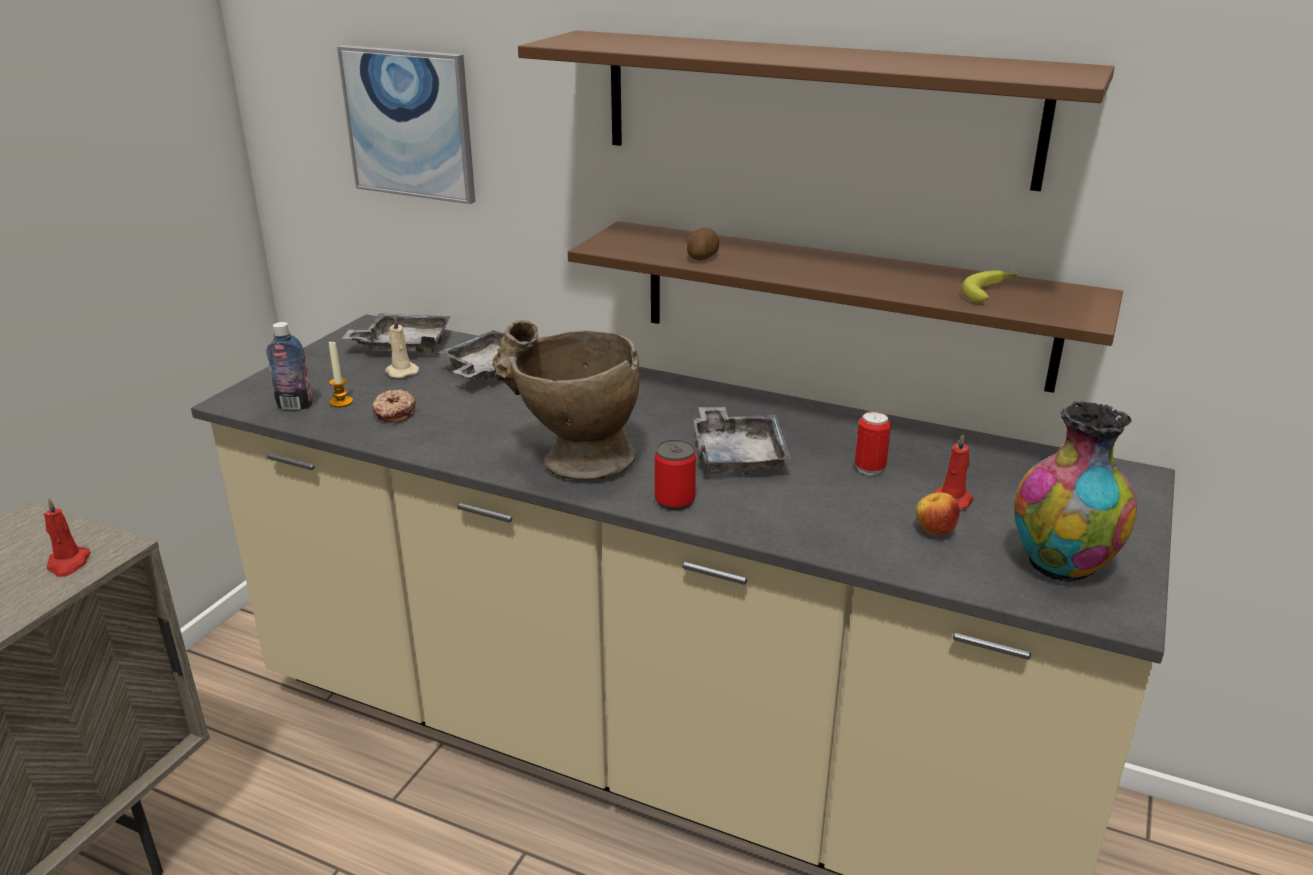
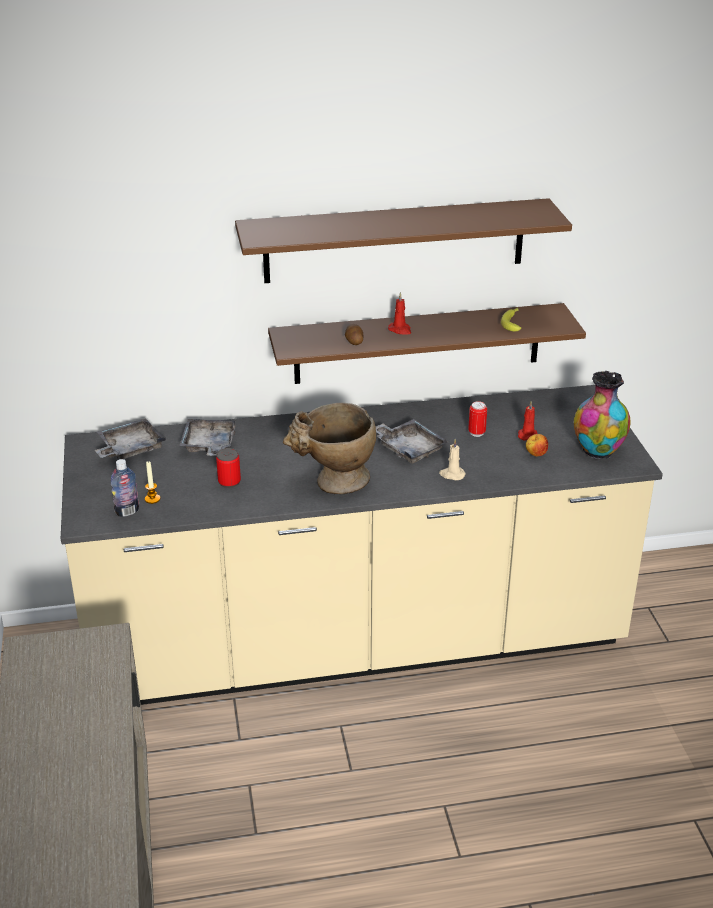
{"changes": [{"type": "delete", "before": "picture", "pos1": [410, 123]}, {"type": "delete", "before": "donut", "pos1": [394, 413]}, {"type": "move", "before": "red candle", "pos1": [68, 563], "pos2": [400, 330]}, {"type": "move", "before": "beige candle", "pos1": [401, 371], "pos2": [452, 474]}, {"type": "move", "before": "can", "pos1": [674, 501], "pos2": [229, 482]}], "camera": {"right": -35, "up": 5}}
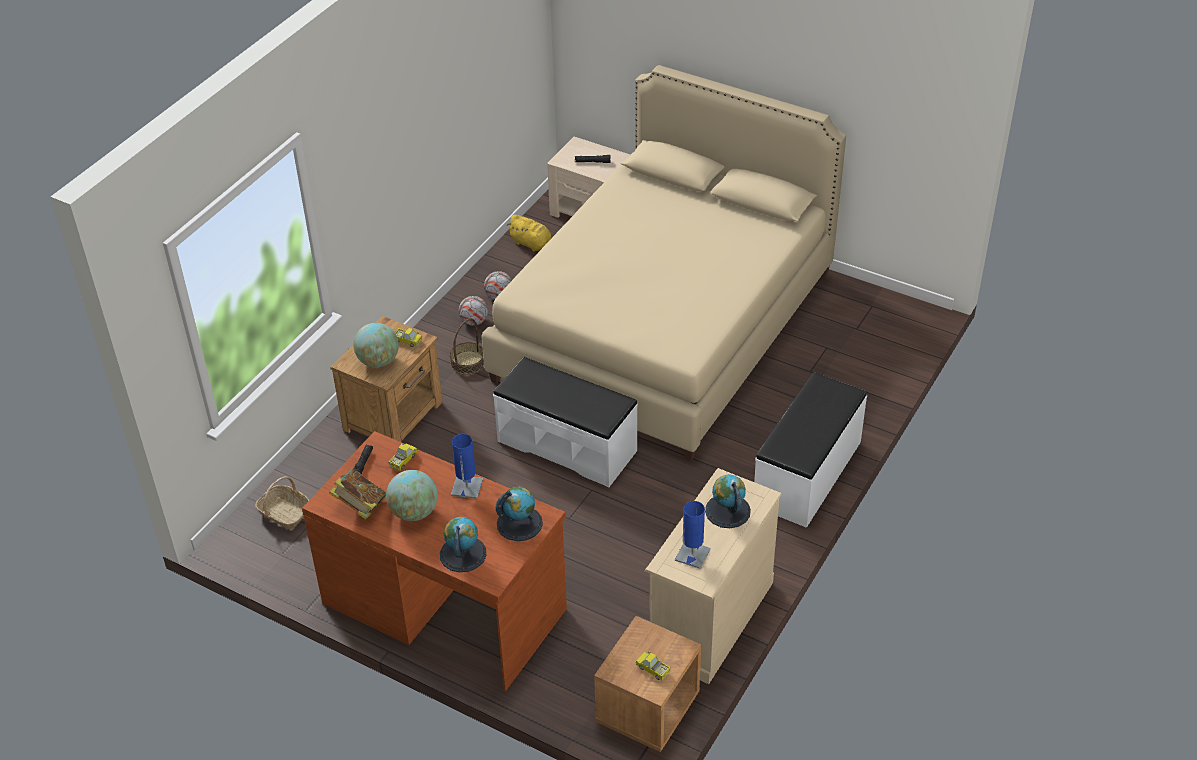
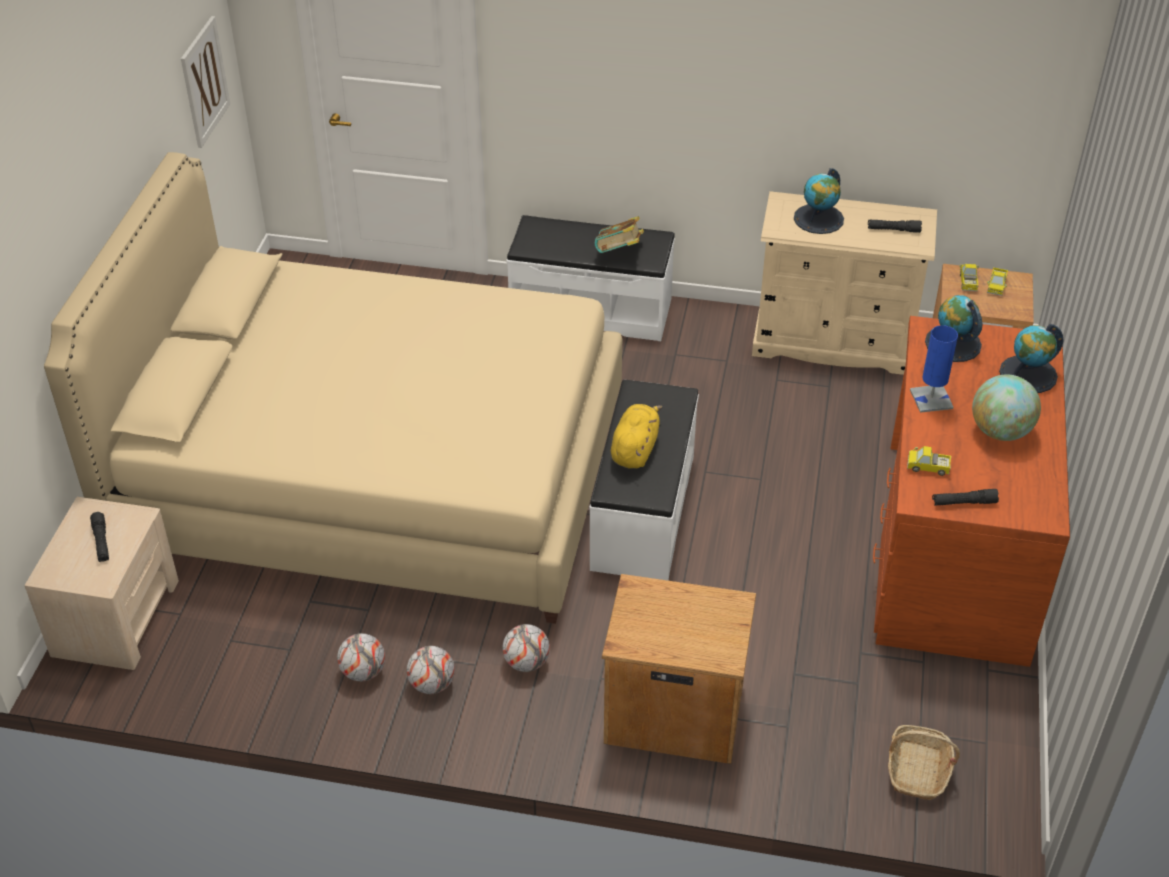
{"changes": [{"type": "delete", "before": "globe", "pos1": [378, 361]}, {"type": "insert", "after": "picture", "pos2": [204, 82]}, {"type": "move", "before": "book", "pos1": [360, 506], "pos2": [619, 253]}, {"type": "move", "before": "toy truck", "pos1": [407, 341], "pos2": [968, 282]}, {"type": "move", "before": "yellow plush toy", "pos1": [532, 244], "pos2": [635, 449]}, {"type": "replace", "before": "basket", "after": "football", "pos1": [467, 362], "pos2": [526, 663]}, {"type": "replace", "before": "blue table lamp", "after": "black flashlight", "pos1": [692, 555], "pos2": [893, 230]}], "camera": {"right": -110, "up": 0}}
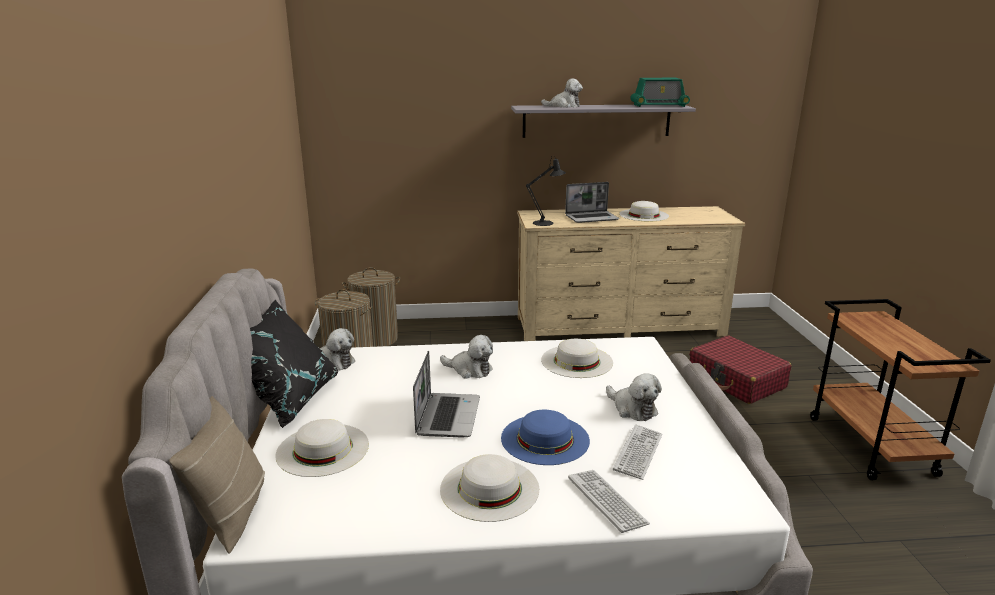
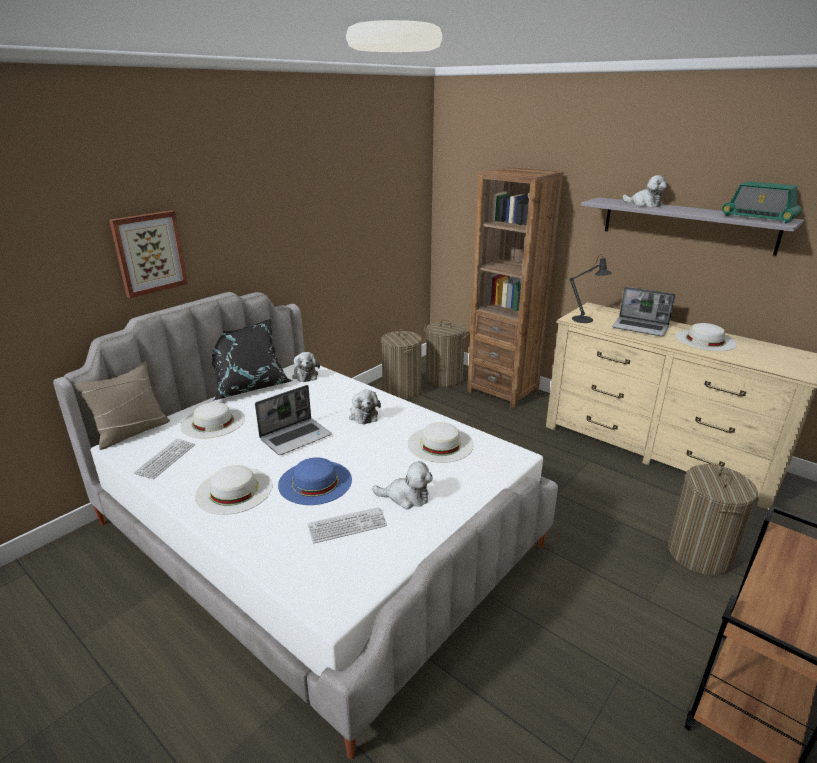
{"changes": [{"type": "insert", "after": "picture", "pos2": [149, 253]}, {"type": "insert", "after": "brown bookcase", "pos2": [502, 391]}, {"type": "move", "before": "keyboard", "pos1": [607, 501], "pos2": [166, 459]}, {"type": "replace", "before": "red suitcase", "after": "laundry basket", "pos1": [736, 380], "pos2": [699, 554]}, {"type": "rotate", "before": "plush toy", "pos1": [632, 409], "pos2": [406, 497], "turn": -90}], "camera": {"right": 45, "up": 5}}
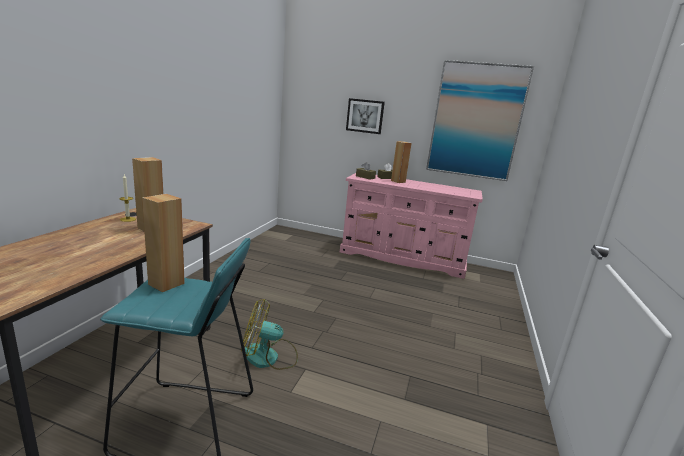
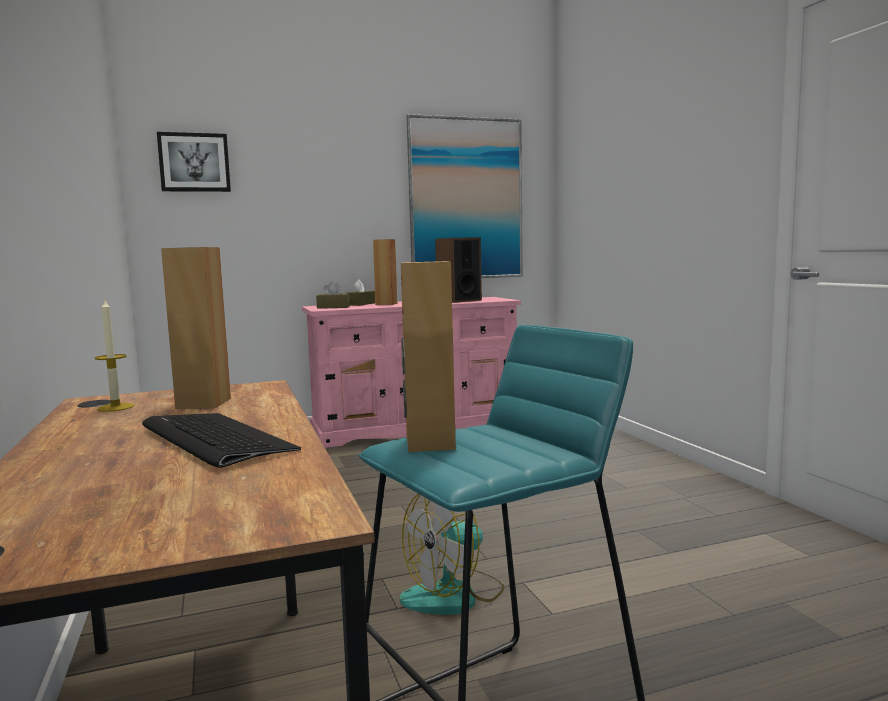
{"changes": [{"type": "insert", "after": "keyboard", "pos2": [215, 440]}, {"type": "insert", "after": "speaker", "pos2": [459, 301]}, {"type": "move", "before": "picture", "pos1": [365, 116], "pos2": [194, 162]}], "camera": {"right": -35, "up": -10}}
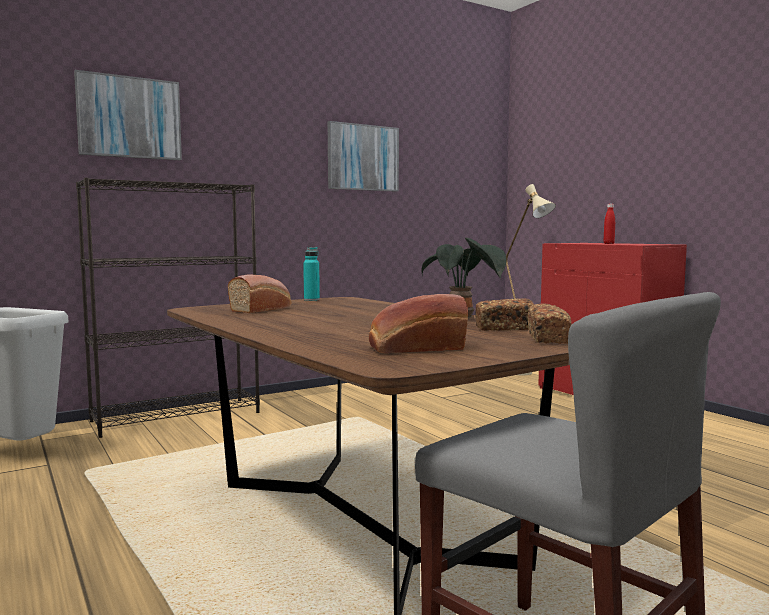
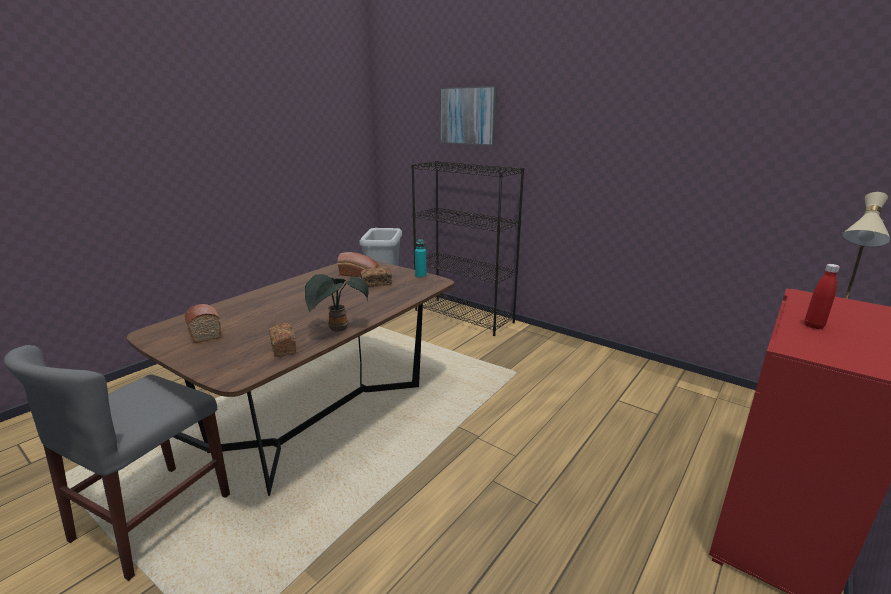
{"changes": [{"type": "delete", "before": "picture", "pos1": [363, 157]}, {"type": "move", "before": "bread", "pos1": [548, 338], "pos2": [376, 284]}], "camera": {"right": 70, "up": 15}}
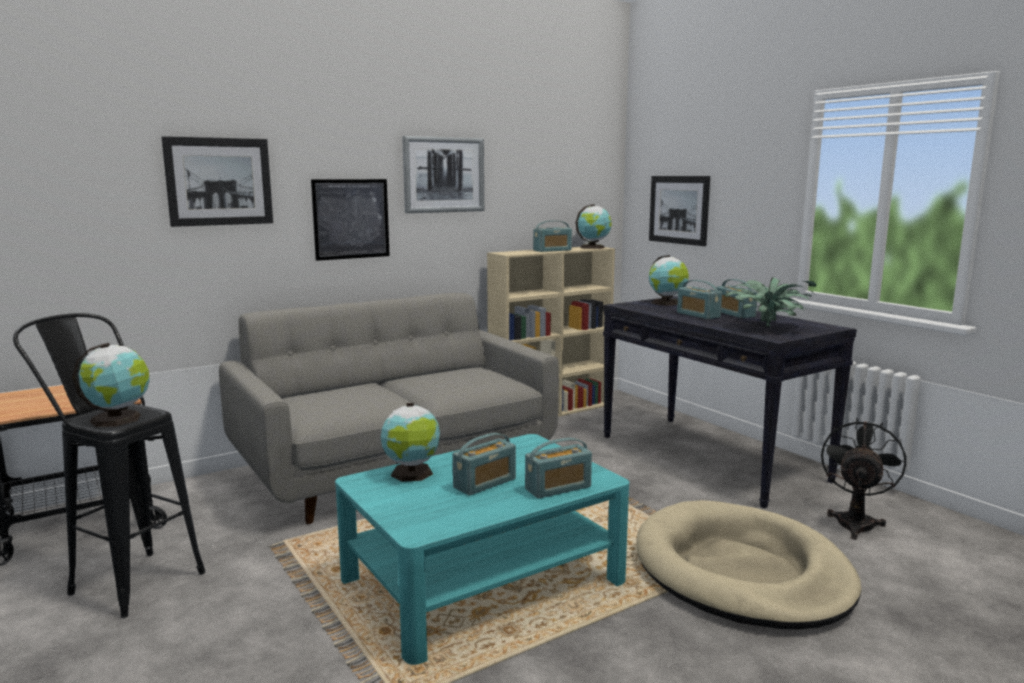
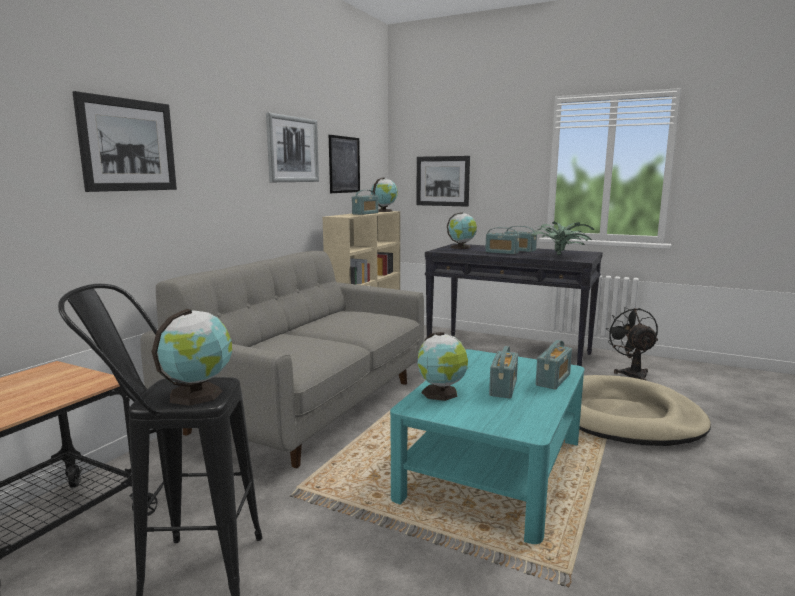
{"changes": [{"type": "move", "before": "picture", "pos1": [351, 219], "pos2": [344, 164]}], "camera": {"right": -30, "up": 0}}
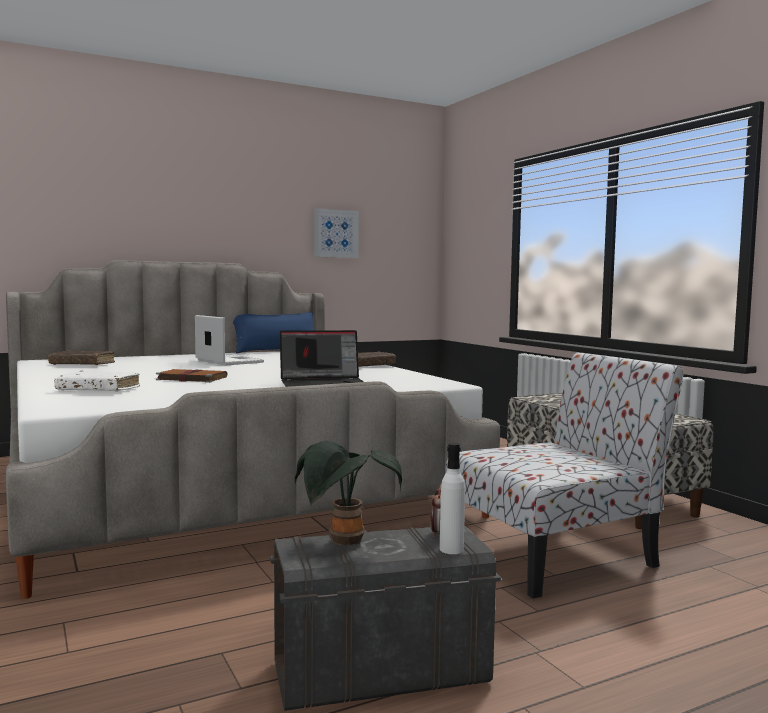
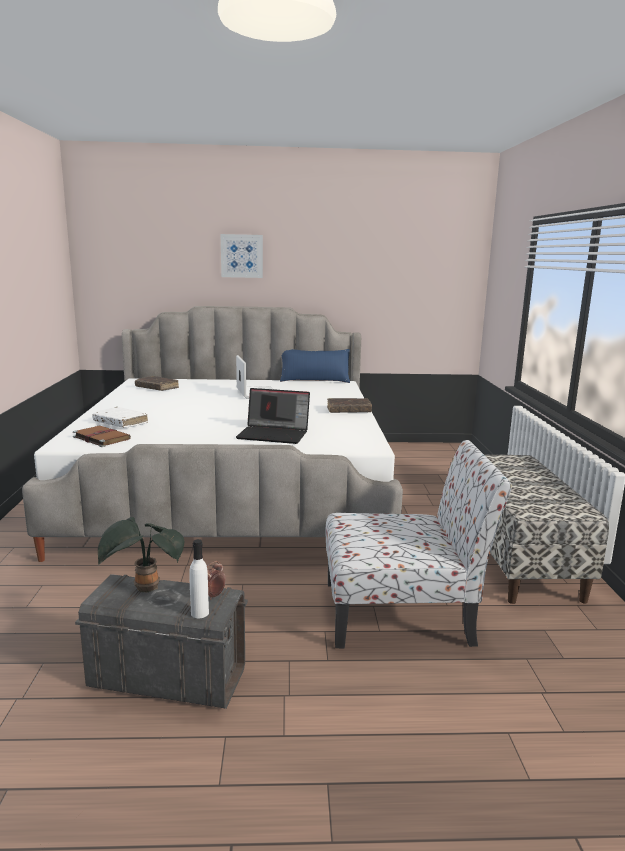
{"changes": [{"type": "move", "before": "brown book", "pos1": [190, 378], "pos2": [101, 438]}, {"type": "move", "before": "picture", "pos1": [336, 233], "pos2": [242, 256]}], "camera": {"right": 25, "up": 10}}
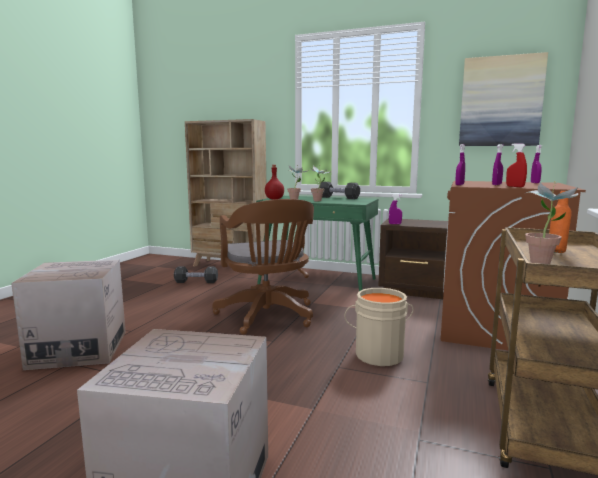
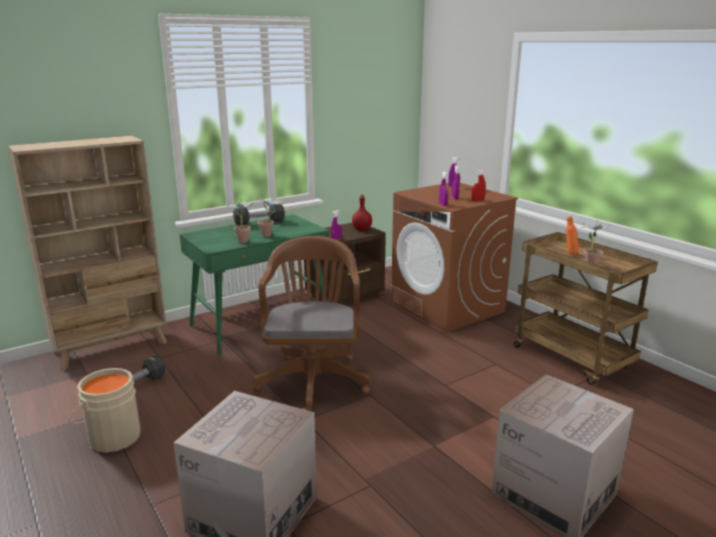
{"changes": [{"type": "delete", "before": "picture", "pos1": [501, 101]}, {"type": "move", "before": "red bottle", "pos1": [274, 199], "pos2": [361, 229]}, {"type": "move", "before": "beige bucket", "pos1": [378, 354], "pos2": [113, 436]}, {"type": "rotate", "before": "brown office chair", "pos1": [268, 317], "pos2": [313, 379], "turn": -105}], "camera": {"right": -55, "up": 10}}
